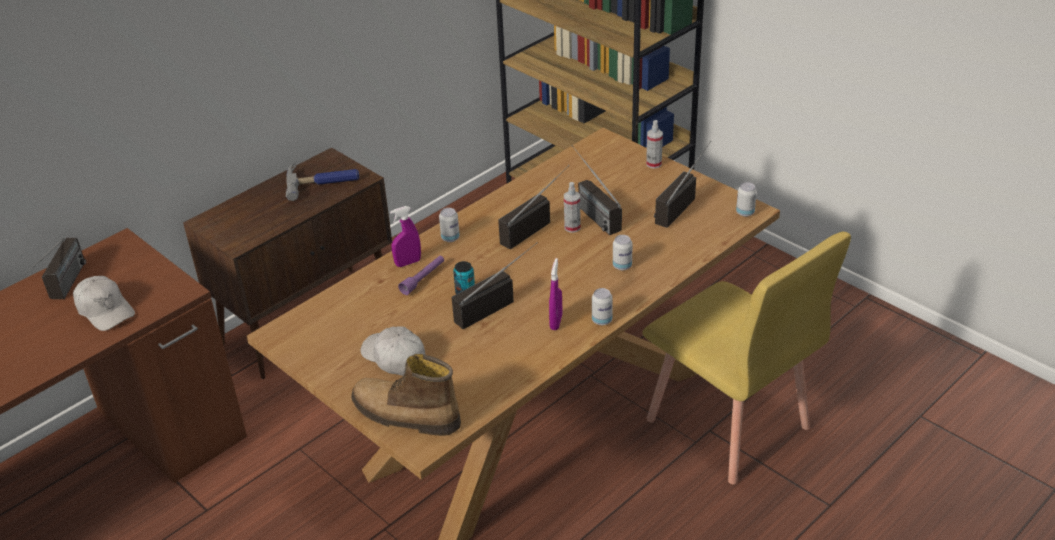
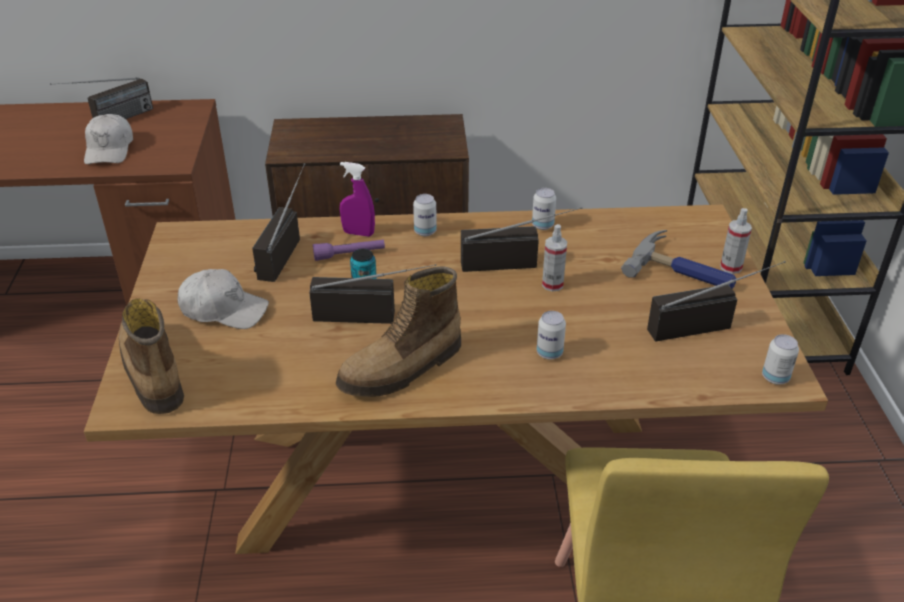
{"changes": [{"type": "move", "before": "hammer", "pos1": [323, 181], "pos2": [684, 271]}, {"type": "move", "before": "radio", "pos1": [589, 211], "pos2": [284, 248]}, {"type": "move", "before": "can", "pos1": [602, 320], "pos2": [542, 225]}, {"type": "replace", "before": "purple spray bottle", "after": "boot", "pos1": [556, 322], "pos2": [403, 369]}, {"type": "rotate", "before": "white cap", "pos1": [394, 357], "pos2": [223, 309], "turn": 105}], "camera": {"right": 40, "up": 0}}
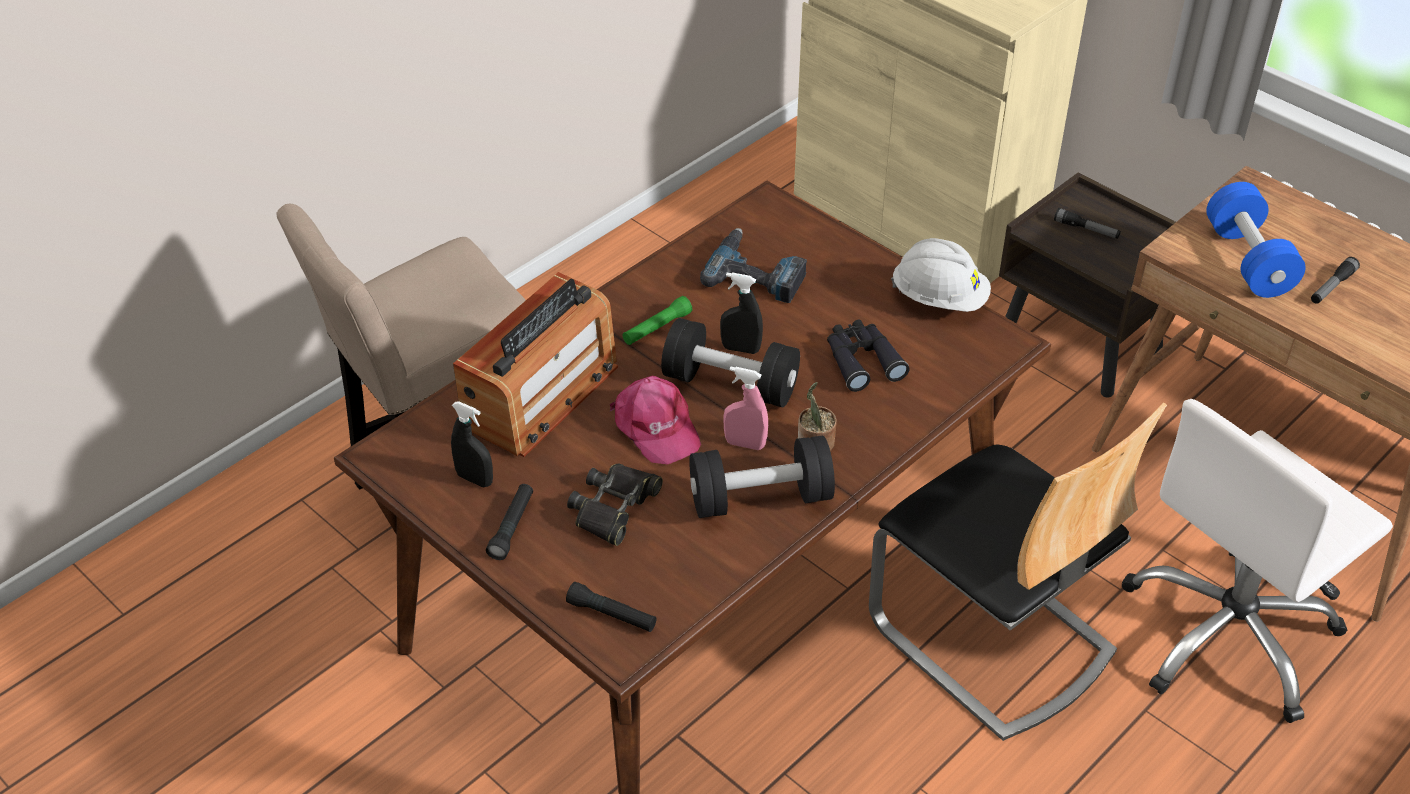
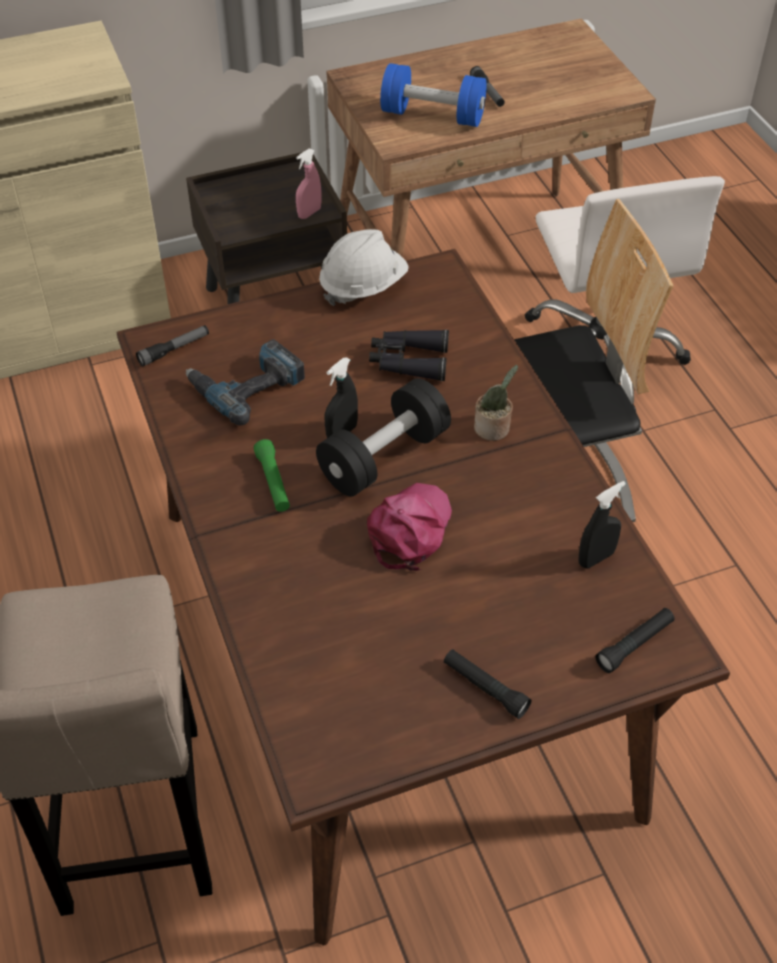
{"changes": [{"type": "delete", "before": "radio", "pos1": [541, 395]}, {"type": "delete", "before": "black binoculars", "pos1": [614, 508]}, {"type": "delete", "before": "black dumbbell", "pos1": [760, 498]}, {"type": "move", "before": "black spray bottle", "pos1": [475, 479], "pos2": [596, 558]}, {"type": "move", "before": "pink spray bottle", "pos1": [745, 444], "pos2": [309, 213]}, {"type": "move", "before": "flashlight", "pos1": [1086, 229], "pos2": [174, 350]}, {"type": "rotate", "before": "pink cap", "pos1": [655, 427], "pos2": [409, 530], "turn": -60}], "camera": {"right": -65, "up": 5}}
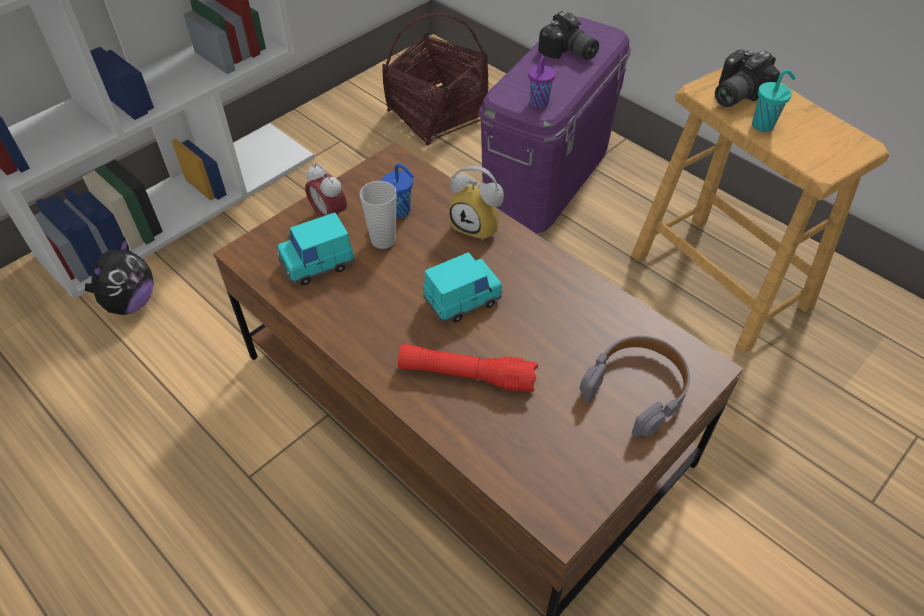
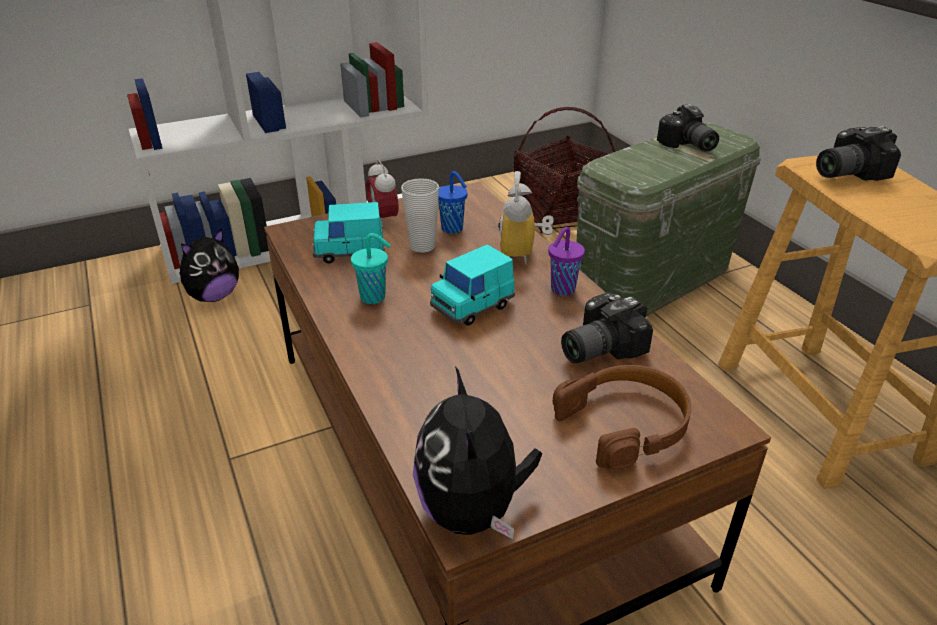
{"changes": [{"type": "delete", "before": "red flashlight", "pos1": [466, 375]}, {"type": "insert", "after": "plush toy", "pos2": [473, 511]}, {"type": "insert", "after": "photo camera", "pos2": [596, 347]}, {"type": "move", "before": "purple cup", "pos1": [538, 103], "pos2": [562, 290]}, {"type": "move", "before": "turquoise cup", "pos1": [764, 125], "pos2": [374, 297]}, {"type": "recolor", "before": "purple storage box", "after": "green storage box", "pos1": [547, 176], "pos2": [652, 279]}, {"type": "recolor", "before": "grey headphones", "after": "brown headphones", "pos1": [637, 388], "pos2": [625, 423]}, {"type": "rotate", "before": "turquoise toy car", "pos1": [462, 300], "pos2": [472, 306], "turn": 150}, {"type": "rotate", "before": "alarm clock", "pos1": [479, 226], "pos2": [524, 253], "turn": 45}], "camera": {"right": 20, "up": -15}}
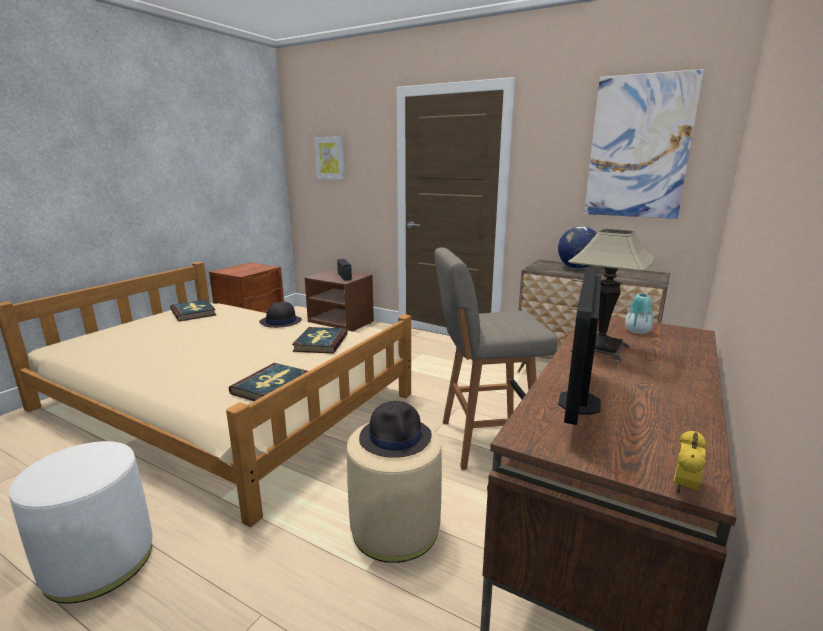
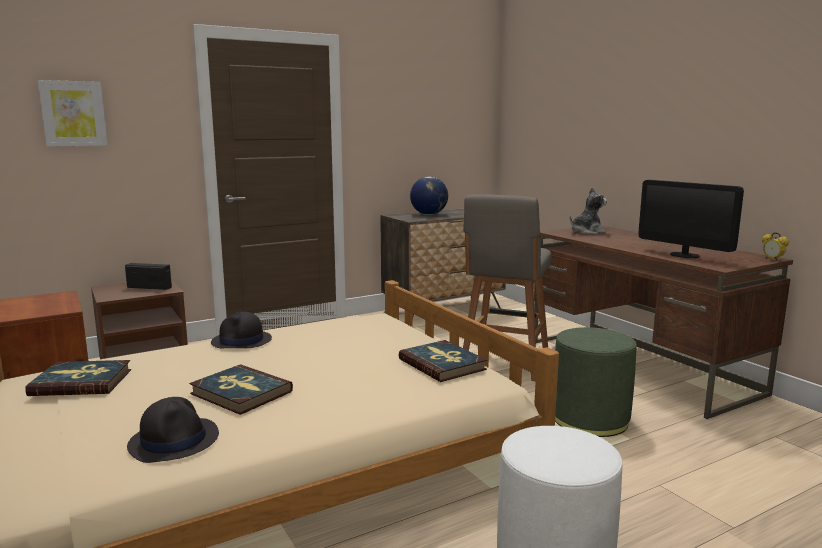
{"changes": [{"type": "delete", "before": "table lamp", "pos1": [600, 349]}, {"type": "delete", "before": "picture", "pos1": [638, 147]}, {"type": "move", "before": "book", "pos1": [320, 343], "pos2": [240, 393]}, {"type": "move", "before": "black hat", "pos1": [396, 437], "pos2": [174, 440]}, {"type": "replace", "before": "vase", "after": "plush toy", "pos1": [637, 331], "pos2": [587, 232]}, {"type": "recolor", "before": "beige ottoman", "after": "green ottoman", "pos1": [395, 528], "pos2": [590, 419]}], "camera": {"right": -60, "up": -5}}
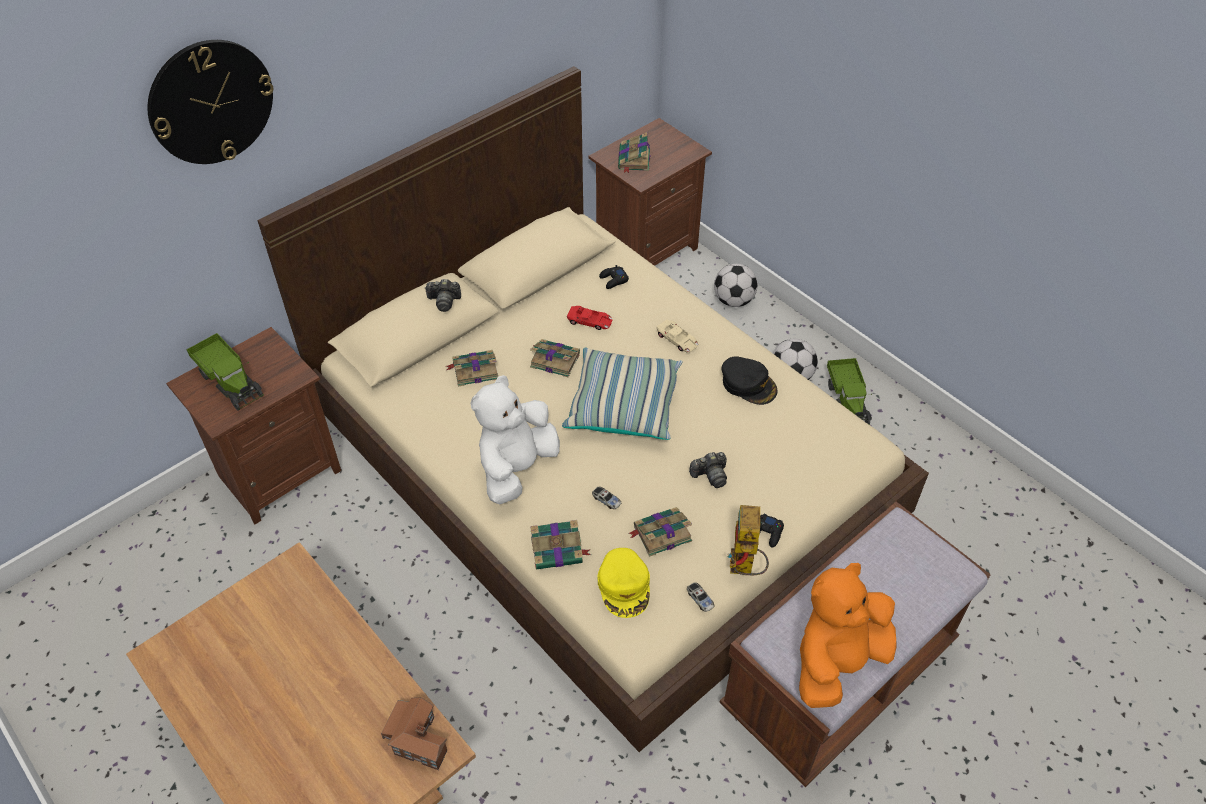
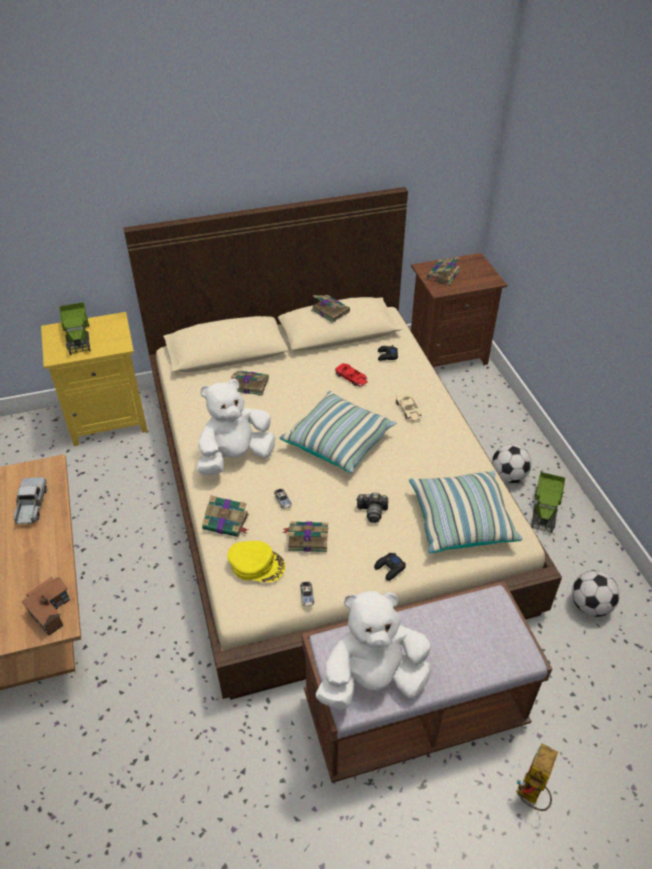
{"changes": [{"type": "delete", "before": "wall clock", "pos1": [211, 102]}, {"type": "delete", "before": "photo camera", "pos1": [444, 301]}, {"type": "delete", "before": "black cap", "pos1": [748, 384]}, {"type": "insert", "after": "toy truck", "pos2": [31, 506]}, {"type": "insert", "after": "pillow", "pos2": [460, 521]}, {"type": "move", "before": "book", "pos1": [554, 360], "pos2": [329, 310]}, {"type": "move", "before": "football", "pos1": [733, 300], "pos2": [590, 606]}, {"type": "move", "before": "toy robot", "pos1": [744, 568], "pos2": [531, 796]}, {"type": "recolor", "before": "brown nightstand", "after": "yellow nightstand", "pos1": [278, 472], "pos2": [108, 419]}, {"type": "recolor", "before": "orange plush toy", "after": "white plush toy", "pos1": [837, 661], "pos2": [372, 680]}, {"type": "rotate", "before": "yellow cap", "pos1": [624, 586], "pos2": [256, 564], "turn": -90}], "camera": {"right": 25, "up": -5}}
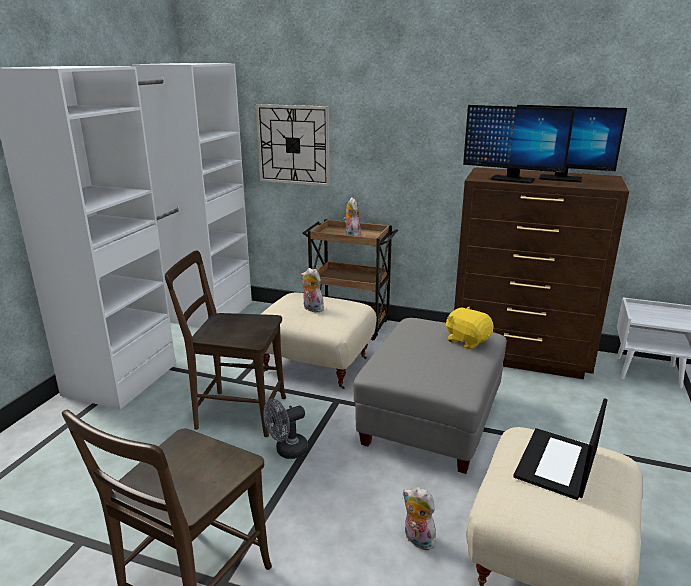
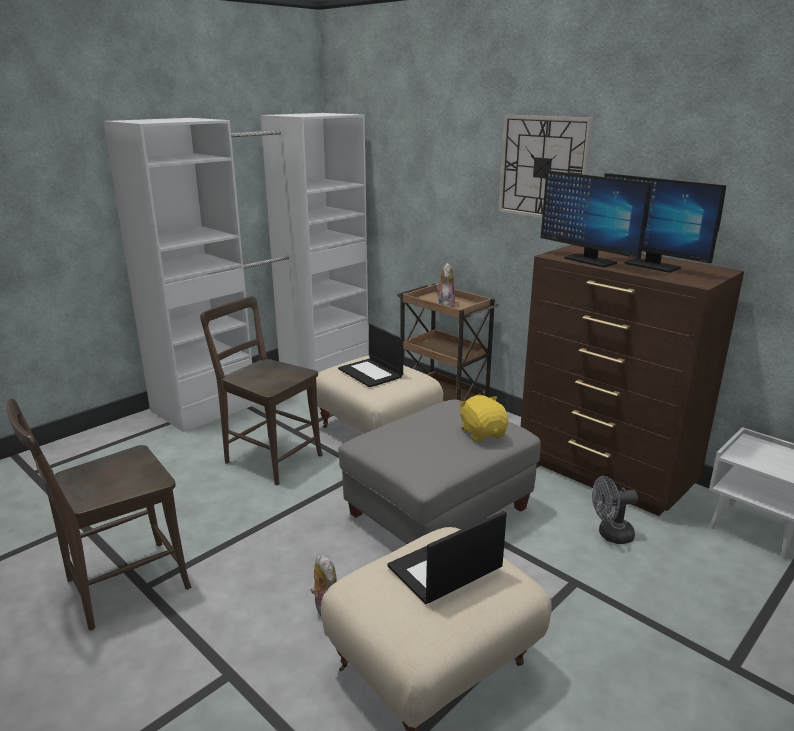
{"changes": [{"type": "move", "before": "wall clock", "pos1": [293, 145], "pos2": [543, 167]}, {"type": "move", "before": "grey fan", "pos1": [287, 451], "pos2": [610, 535]}, {"type": "replace", "before": "plush toy", "after": "laptop", "pos1": [311, 309], "pos2": [371, 373]}], "camera": {"right": 25, "up": 0}}
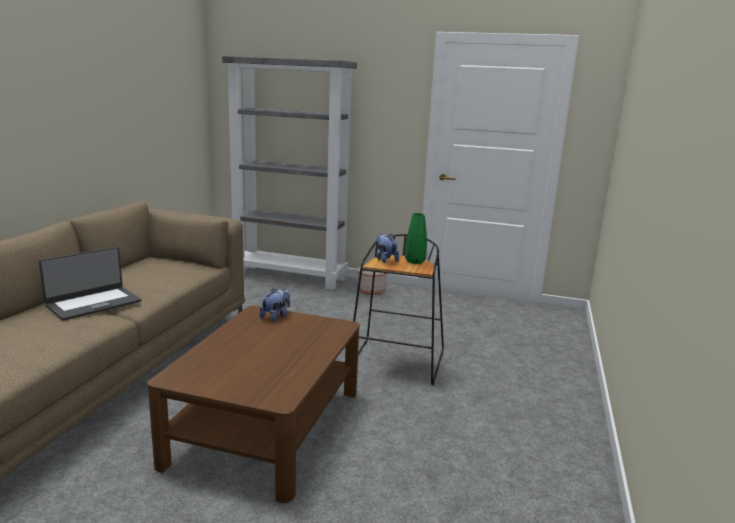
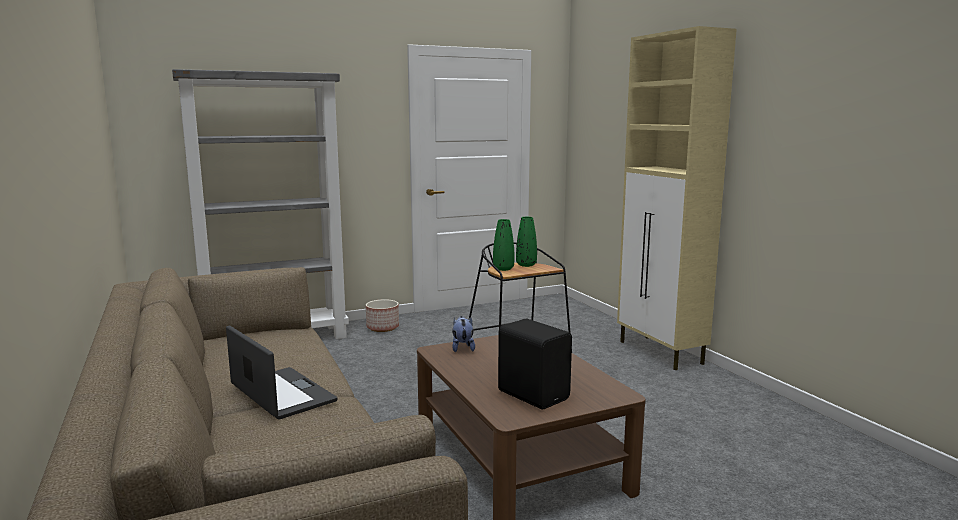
{"changes": [{"type": "insert", "after": "black speaker", "pos2": [533, 394]}, {"type": "insert", "after": "beige cabinet", "pos2": [661, 353]}, {"type": "replace", "before": "plush toy", "after": "green vase", "pos1": [385, 259], "pos2": [503, 269]}, {"type": "rotate", "before": "laptop", "pos1": [93, 303], "pos2": [281, 394], "turn": -45}], "camera": {"right": -40, "up": -5}}
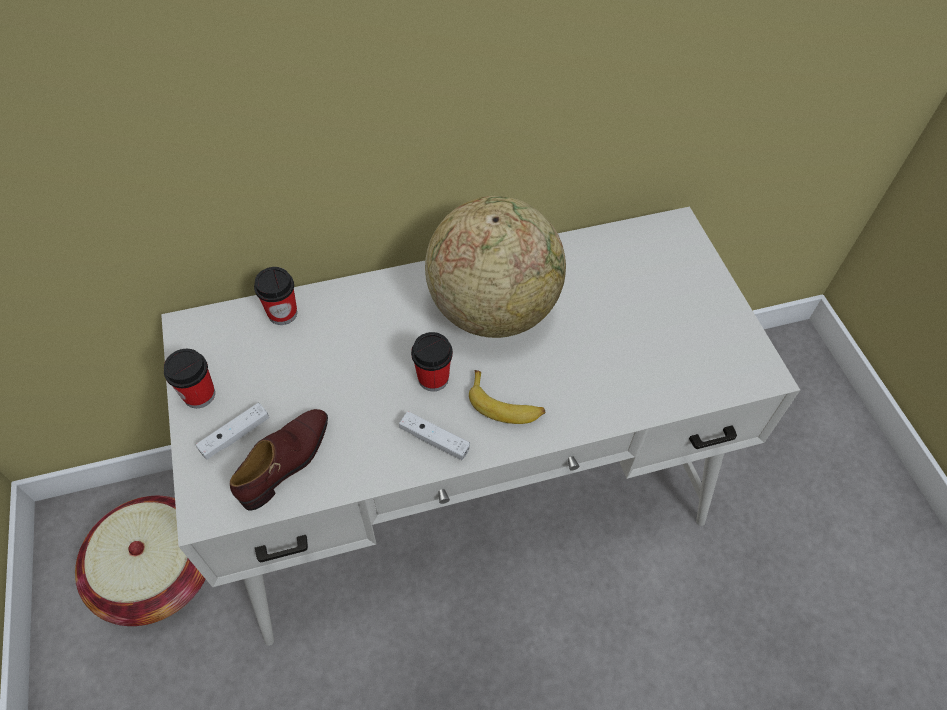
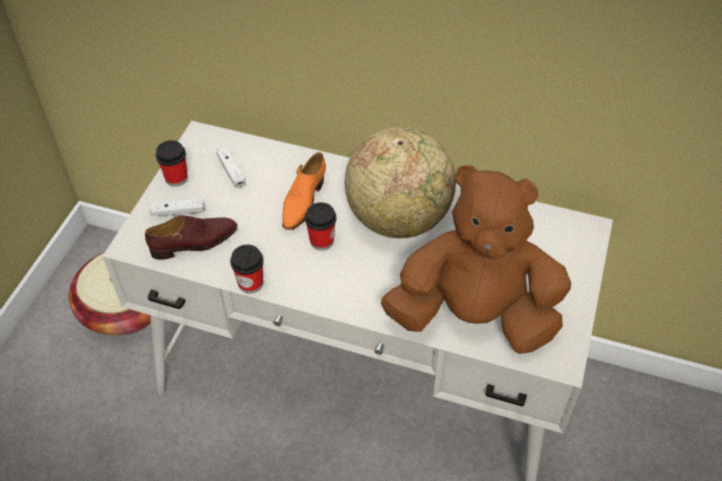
{"changes": [{"type": "delete", "before": "banana", "pos1": [505, 405]}, {"type": "insert", "after": "orange shoe", "pos2": [303, 201]}, {"type": "insert", "after": "brown plush toy", "pos2": [474, 316]}, {"type": "move", "before": "cup", "pos1": [282, 313], "pos2": [250, 283]}, {"type": "move", "before": "white game controller", "pos1": [434, 440], "pos2": [231, 171]}], "camera": {"right": 35, "up": -5}}
